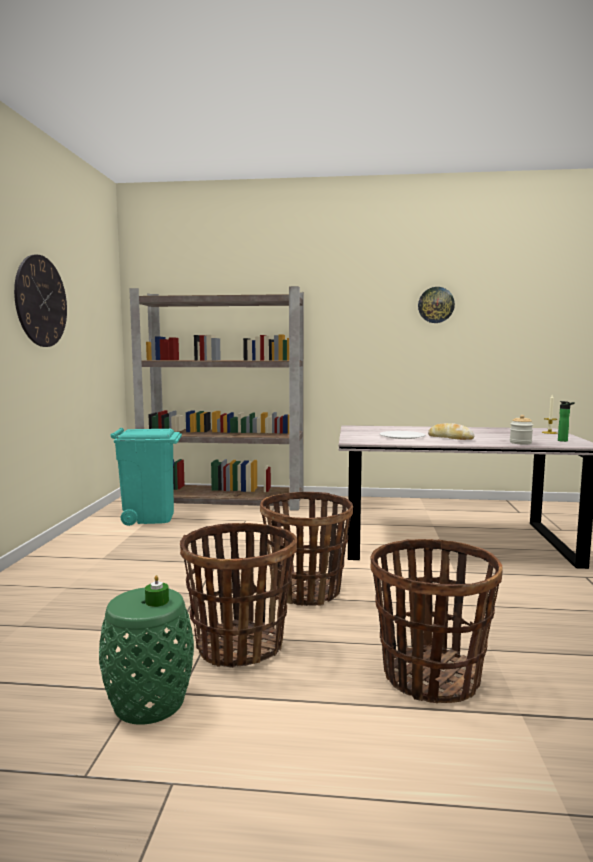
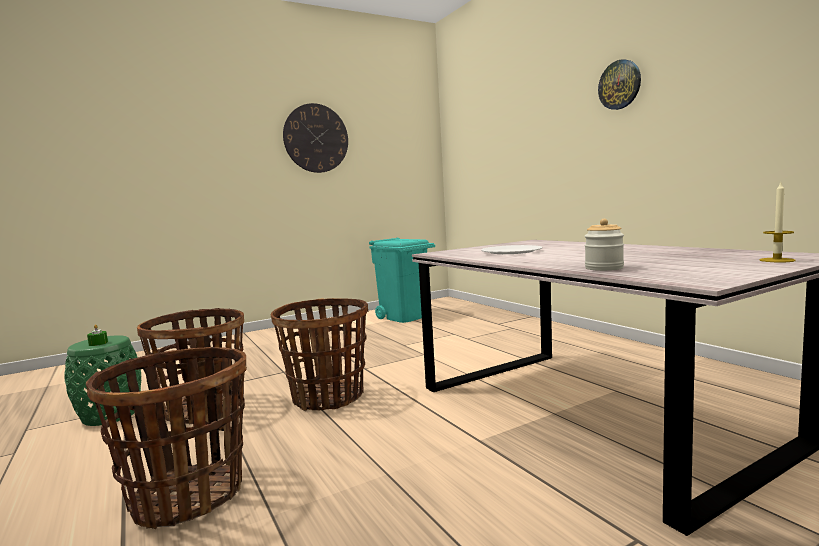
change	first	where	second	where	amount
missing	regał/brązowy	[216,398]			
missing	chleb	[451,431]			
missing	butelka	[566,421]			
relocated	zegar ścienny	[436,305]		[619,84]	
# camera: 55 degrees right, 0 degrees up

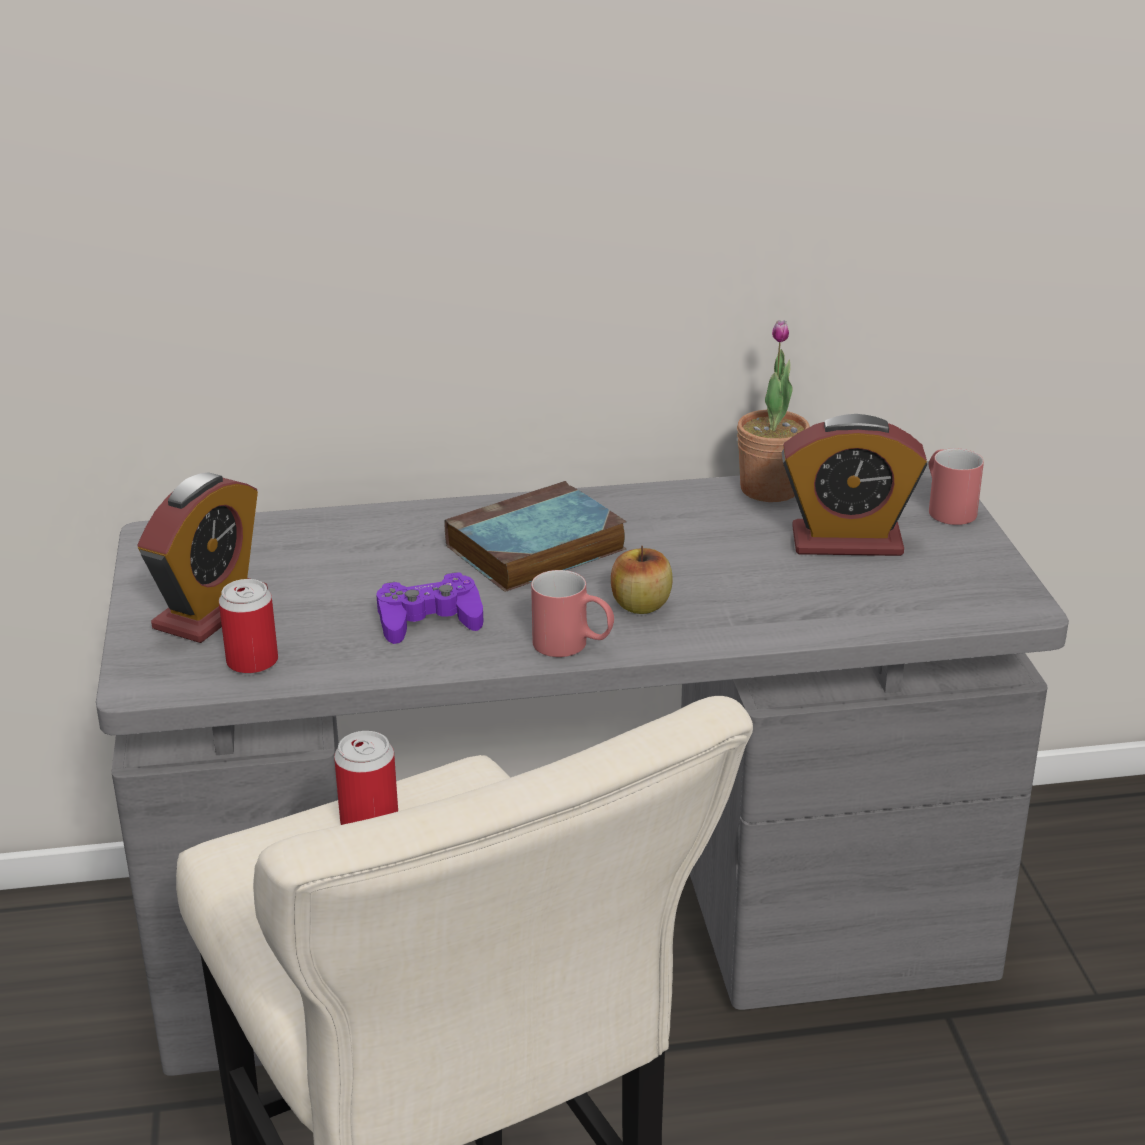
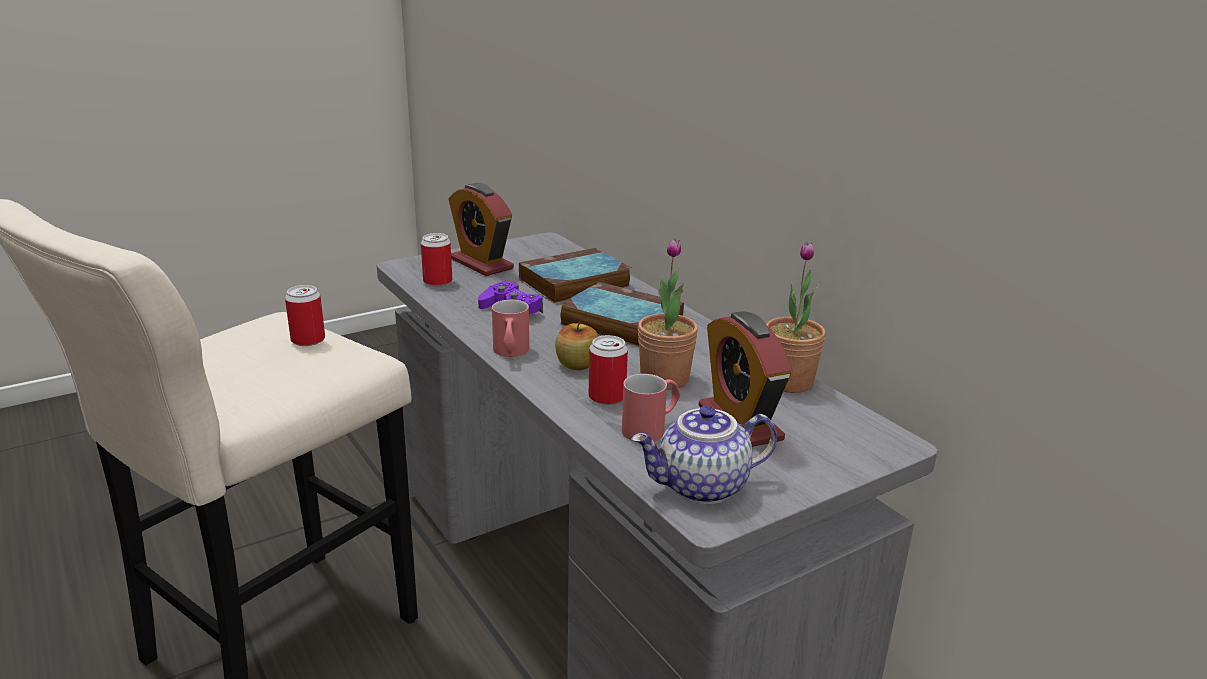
change	first	where	second	where	amount
appeared			książka	[575,275]	
appeared			puszka	[608,370]	
appeared			imbryk	[704,455]	
appeared			roślina doniczkowa	[668,314]	
relocated	kubek/czerwony	[956,486]		[651,407]	
spun	budzik	[202,557]		[481,229]	45 degrees clockwise
# camera: 65 degrees right, 5 degrees down

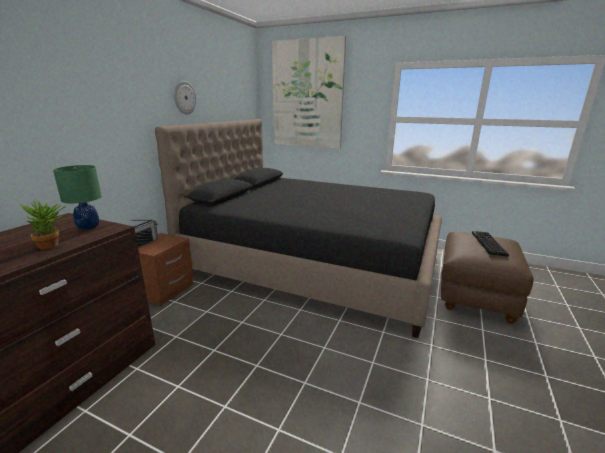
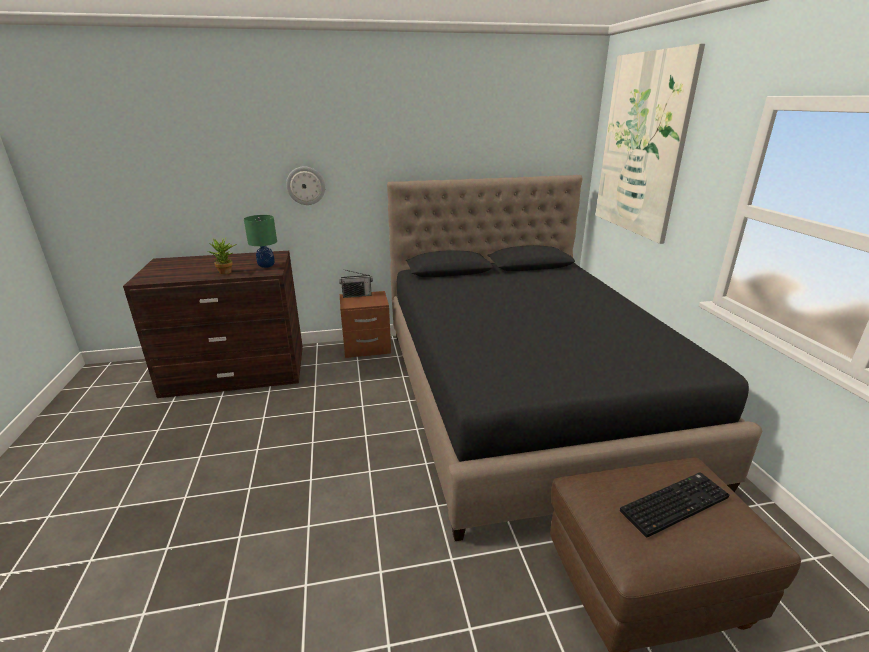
change	first	where	second	where	amount
relocated	zegar ścienny	[185,98]		[305,185]	
# camera: 55 degrees right, 5 degrees up

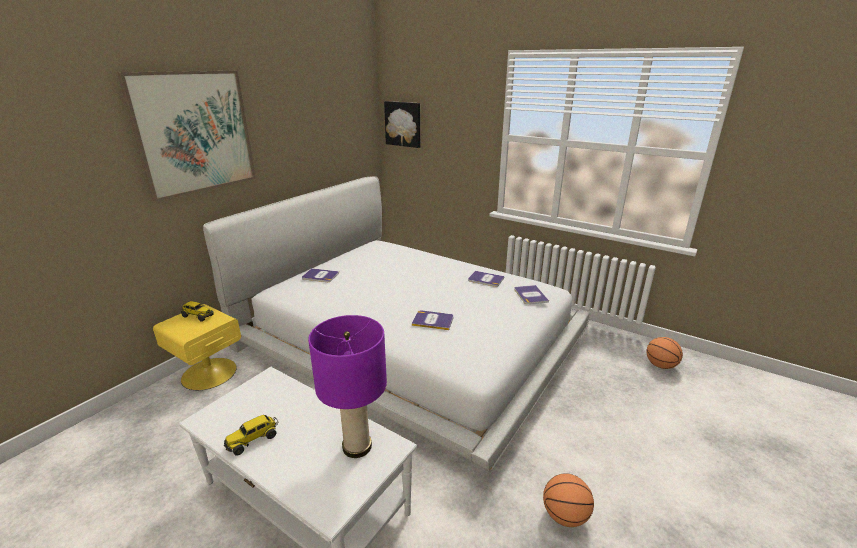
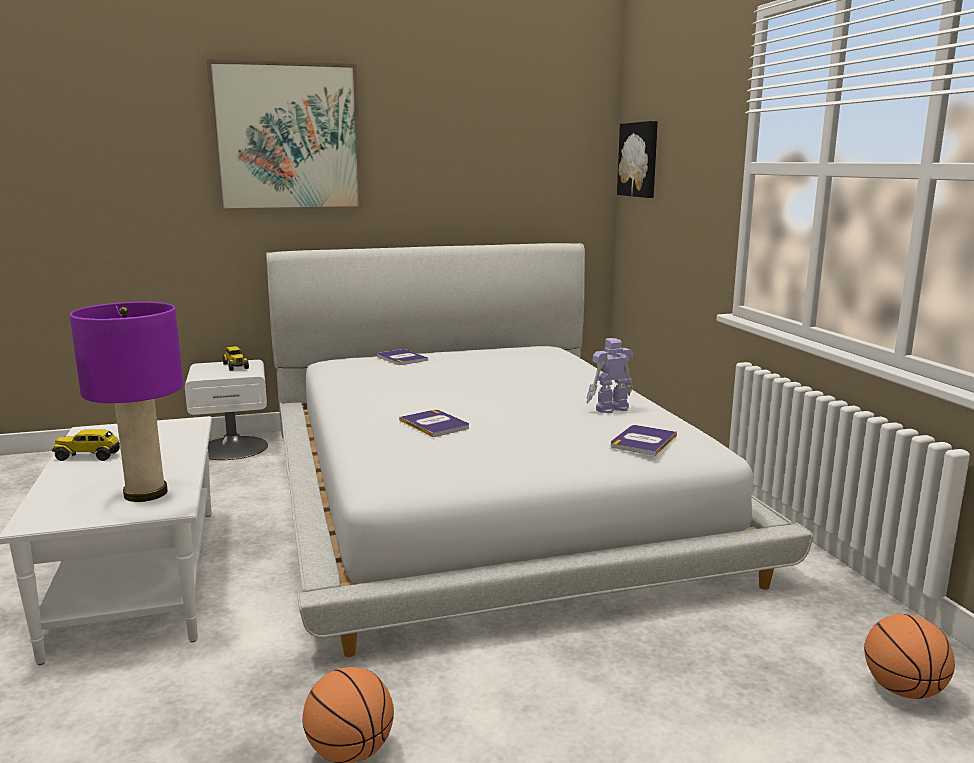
change	first	where	second	where	amount
exchanged	książka	[486,279]	robot zabawkowy	[609,375]	
colour	szafka nocna/żółty	[197,347]	szafka nocna/biały	[226,410]	
# camera: 40 degrees right, 10 degrees down

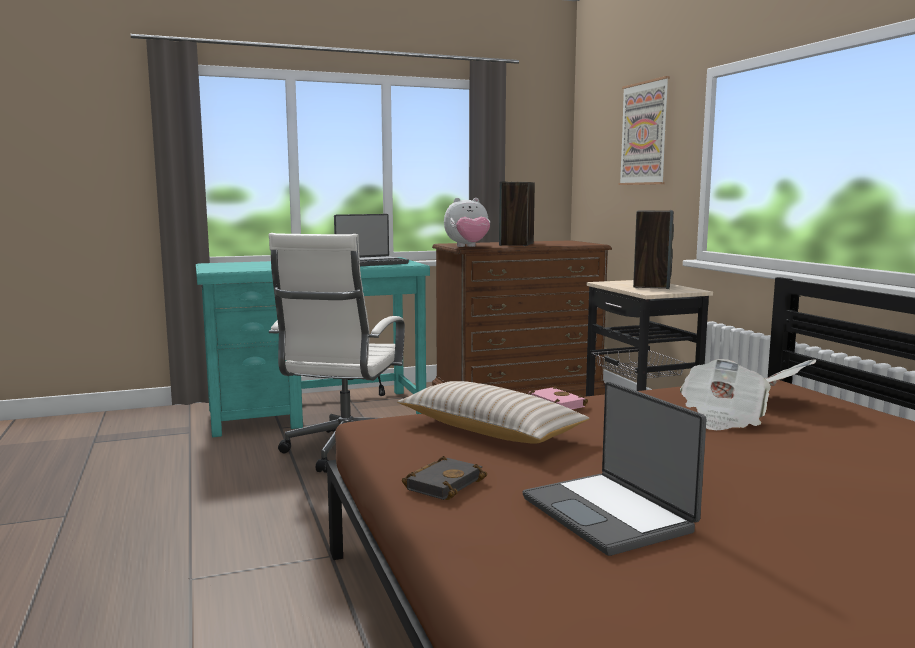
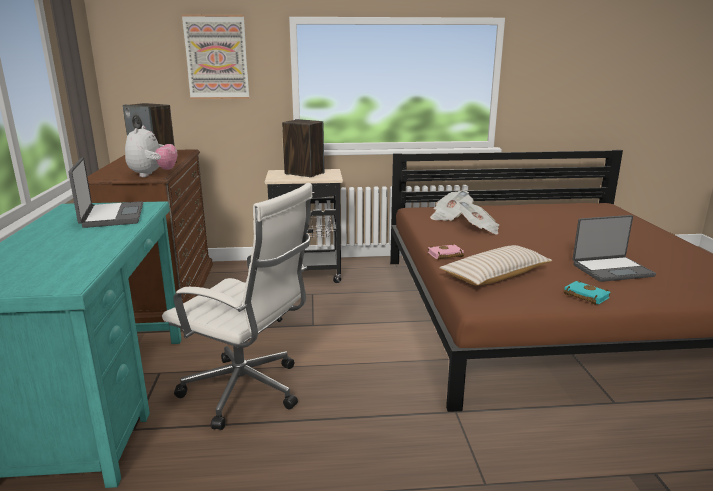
change	first	where	second	where	amount
colour	książka/czarny	[444,478]	książka/turkusowy	[587,292]	
# camera: 75 degrees left, 10 degrees up

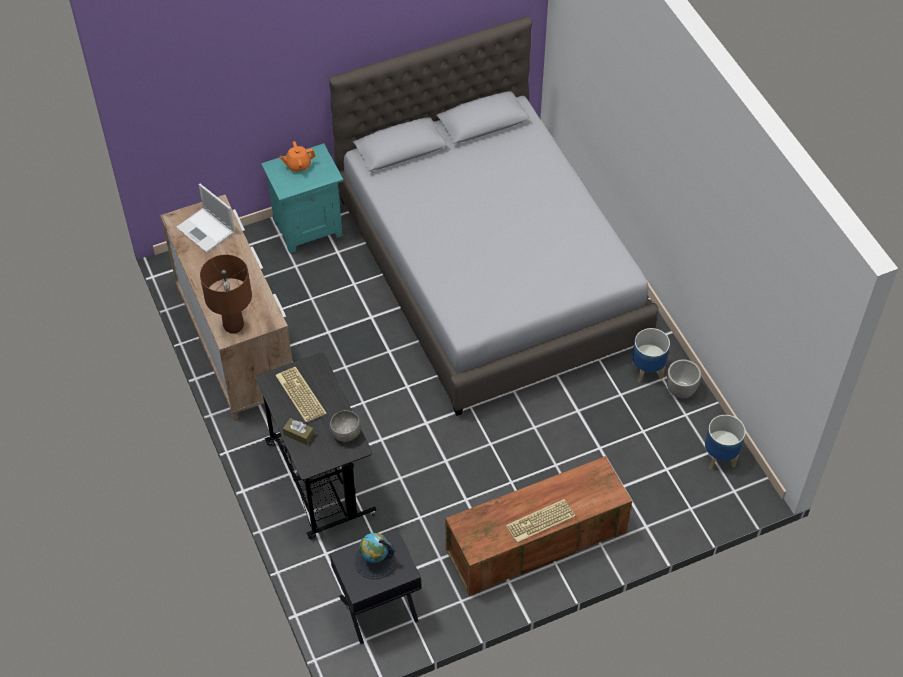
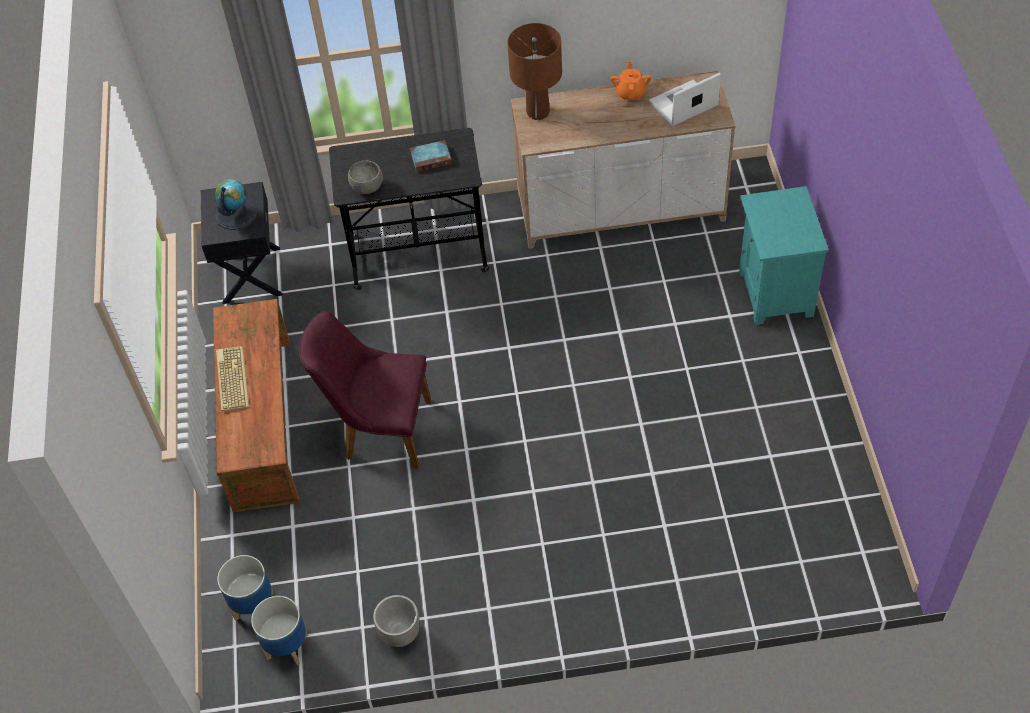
change	first	where	second	where	amount
missing	pudełko chusteczek/brązowy	[298,431]			
missing	łóżko/szary	[494,216]			
appeared			krzesło/fioletowy	[365,390]	
relocated	imbryk/pomarańczowy	[297,156]		[631,80]	
relocated	donica	[651,355]		[245,588]	
exchanged	klawiatura	[301,394]	książka	[431,156]	
# camera: 110 degrees right, 0 degrees up

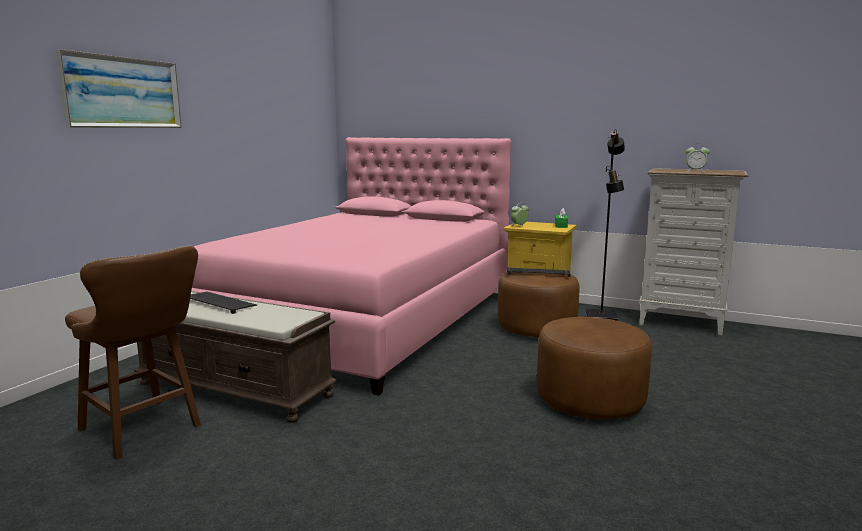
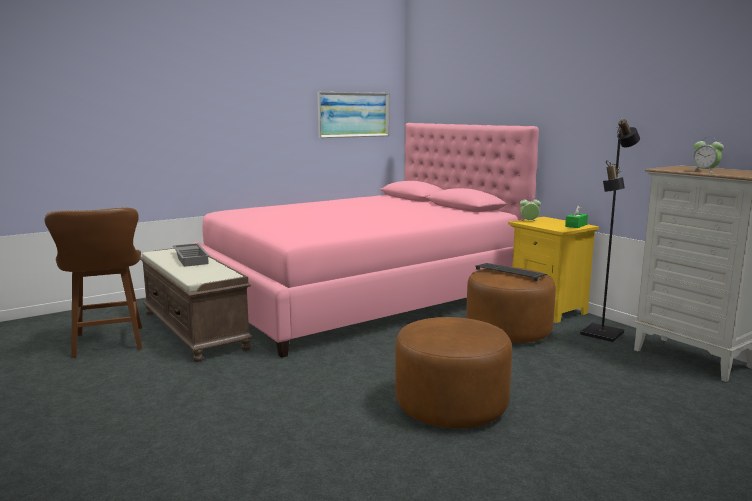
change	first	where	second	where	amount
relocated	obraz	[118,88]		[353,115]	
exchanged	klawiatura	[223,303]	taca/szary	[191,255]	
# camera: 30 degrees right, 0 degrees up

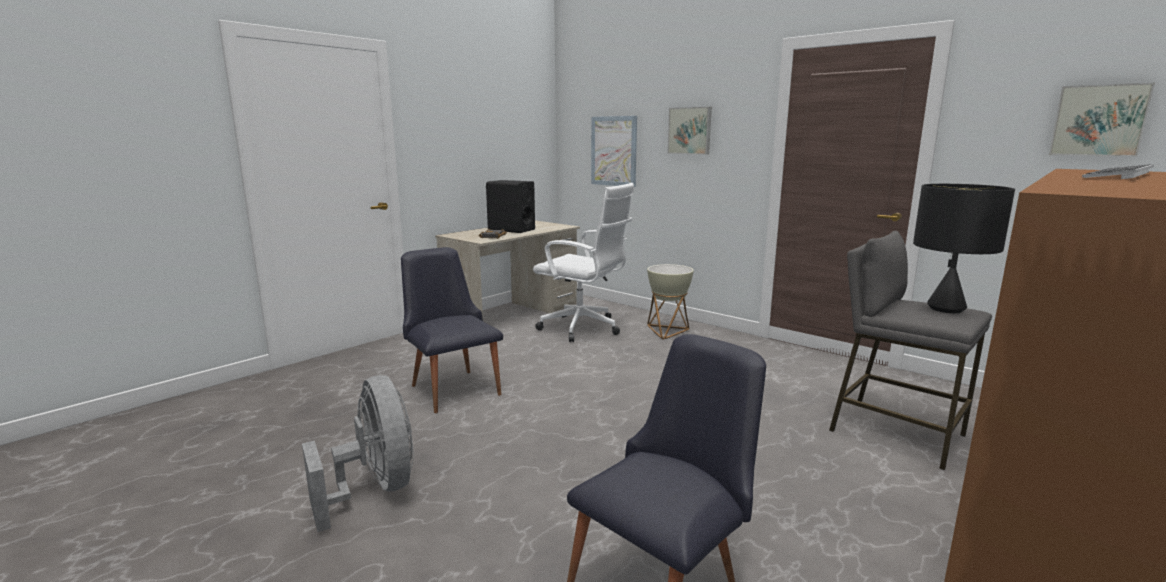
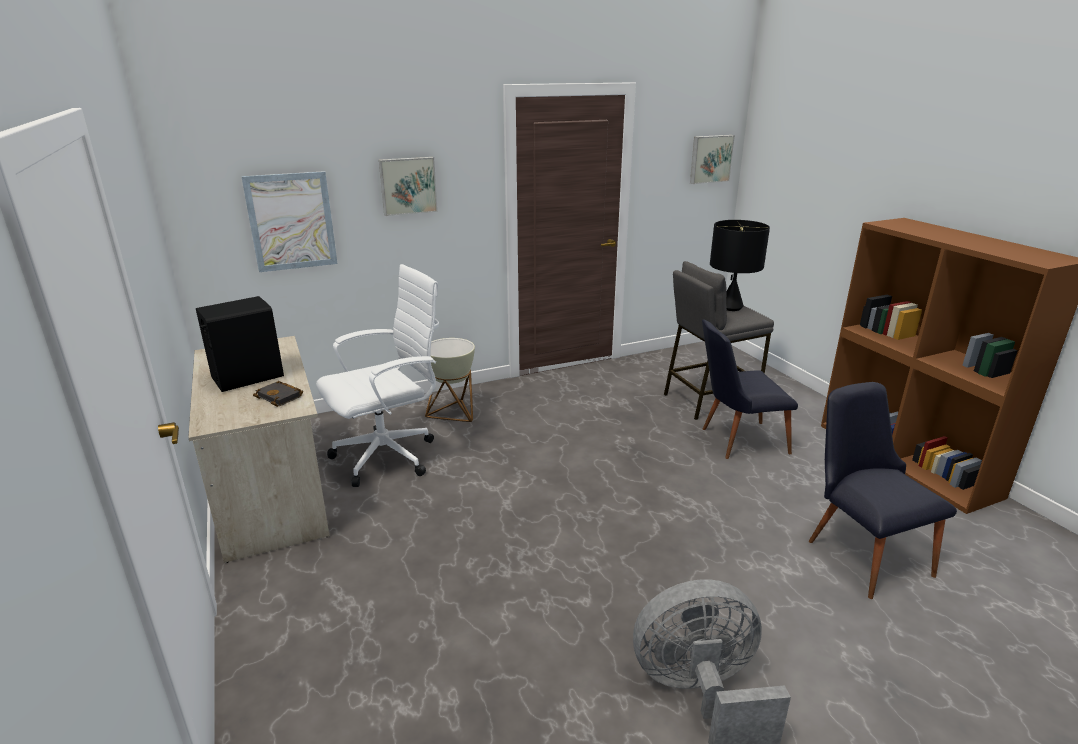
change	first	where	second	where	amount
missing	klawiatura	[1118,171]			
relocated	krzesło/czarny	[452,330]		[750,389]	
# camera: 65 degrees left, 10 degrees up

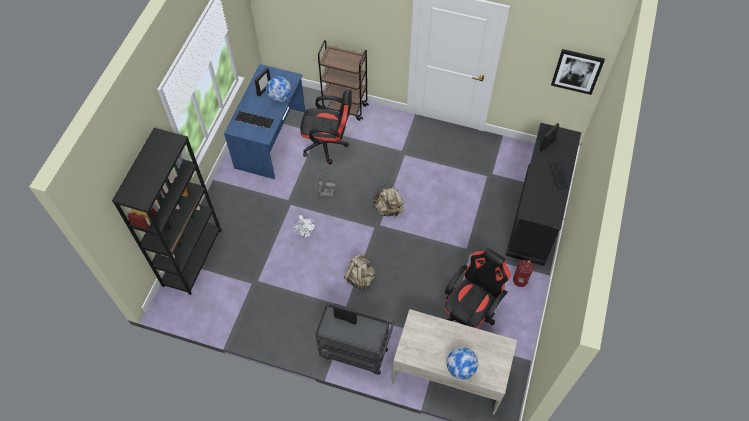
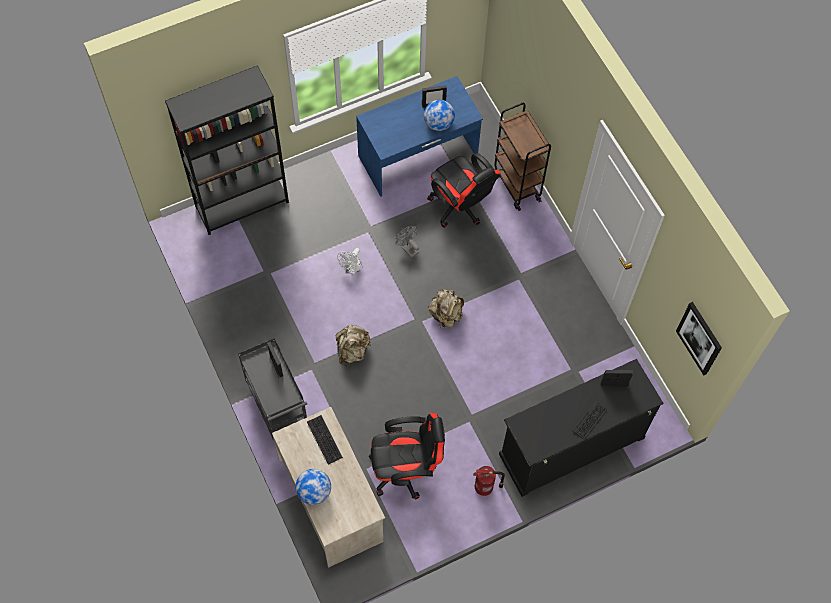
change	first	where	second	where	amount
relocated	klawiatura	[254,120]		[325,440]	
# camera: 45 degrees right, 5 degrees up

